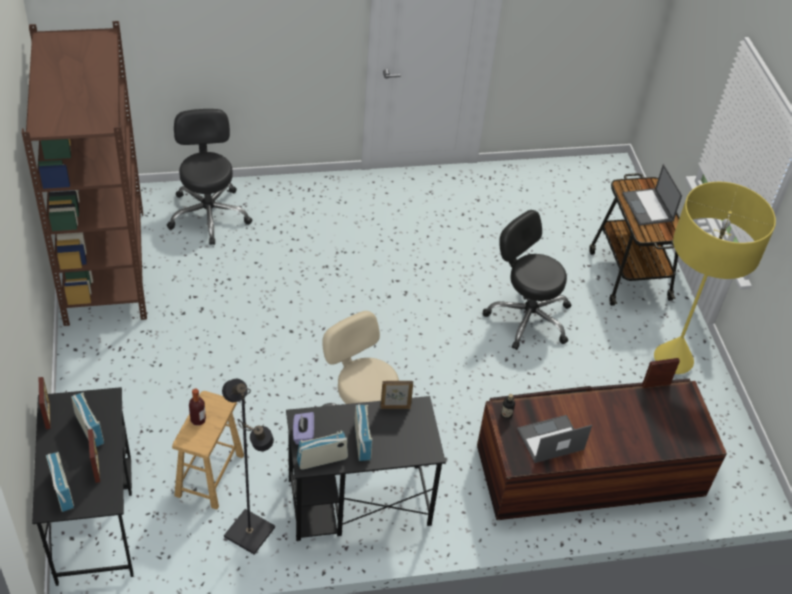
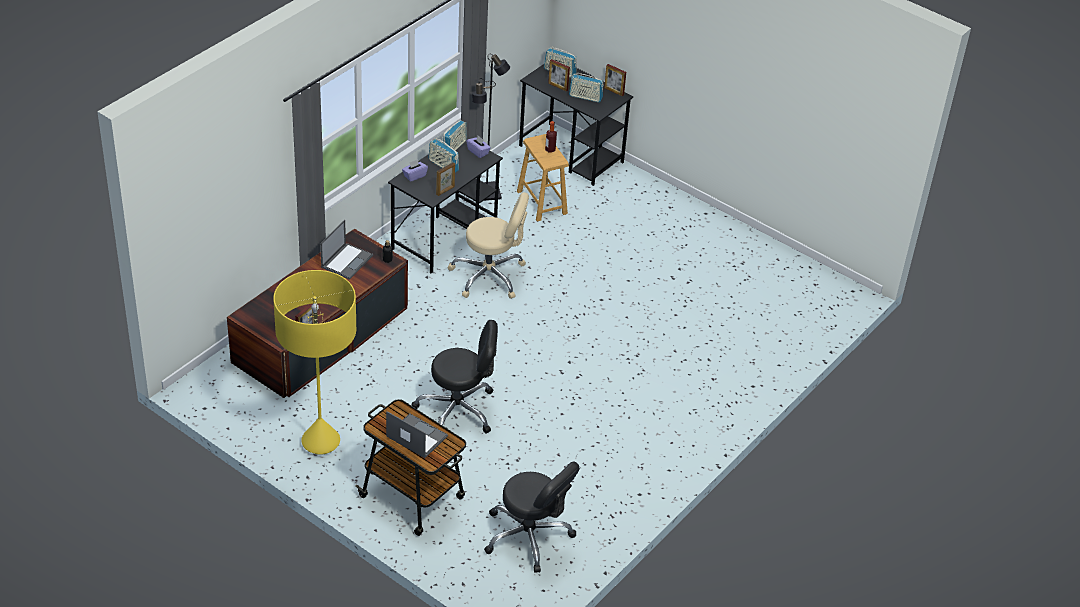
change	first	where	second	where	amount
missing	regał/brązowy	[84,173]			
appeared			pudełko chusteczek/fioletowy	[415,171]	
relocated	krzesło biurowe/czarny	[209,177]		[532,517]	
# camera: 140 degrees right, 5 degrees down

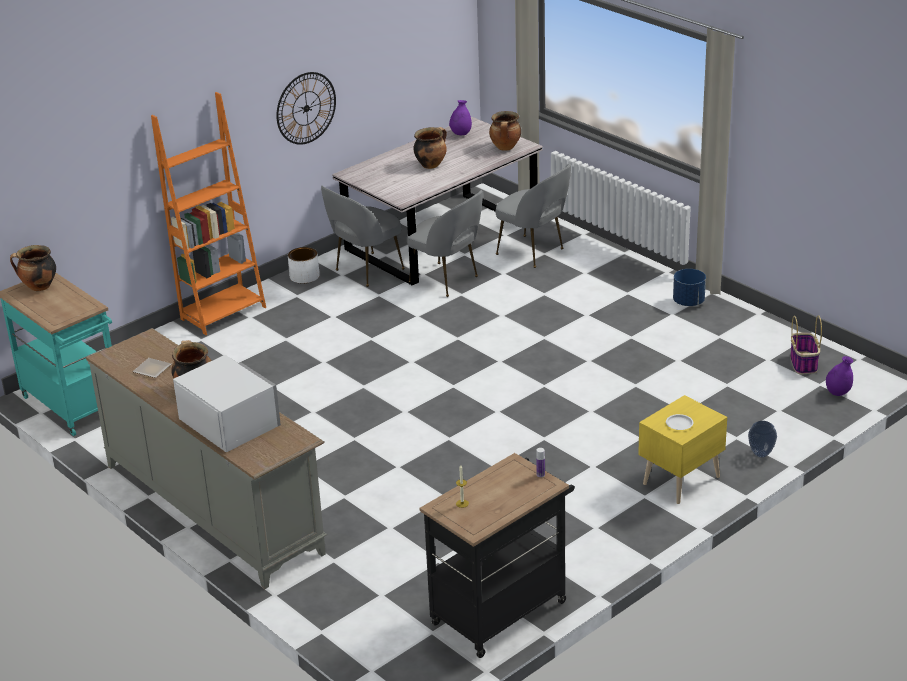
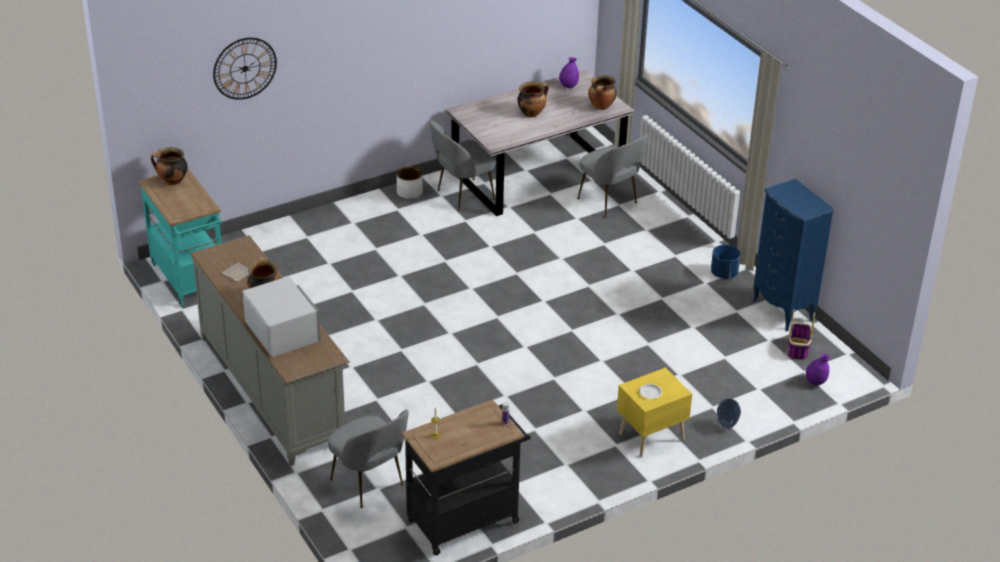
change	first	where	second	where	amount
missing	regał/pomarańczowy	[208,213]			
appeared			komoda/niebieski	[793,255]	
relocated	zegar ścienny	[306,108]		[245,69]	
relocated	krzesło/szary	[445,243]		[368,459]	
# camera: 10 degrees right, 5 degrees up

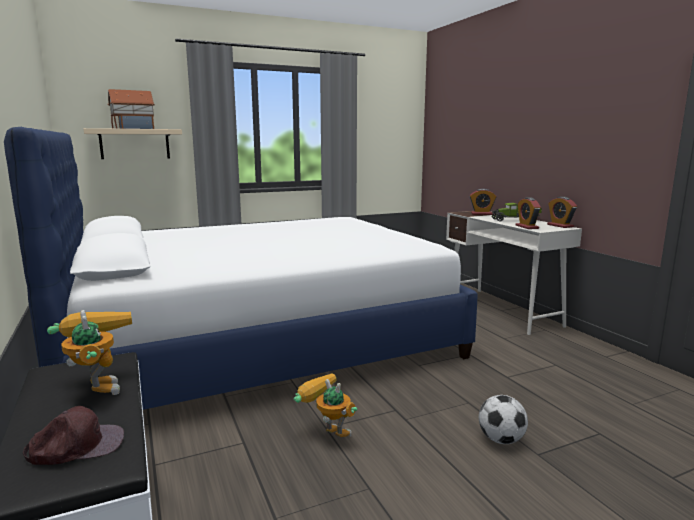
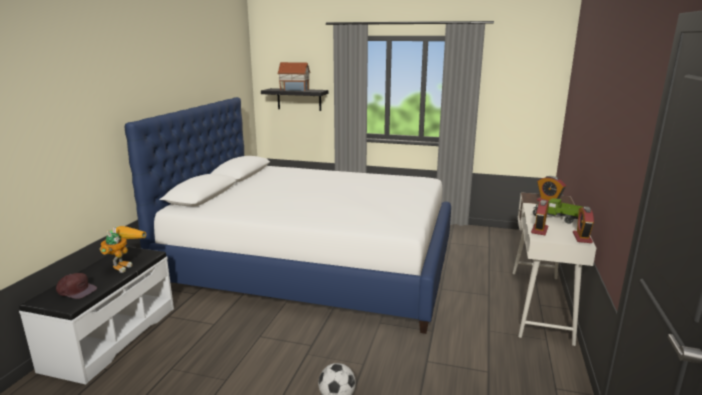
change	first	where	second	where	amount
missing	robot zabawkowy	[325,405]			
colour	półka/beżowy	[133,143]	półka/czarny	[294,99]	
# camera: 40 degrees right, 5 degrees up

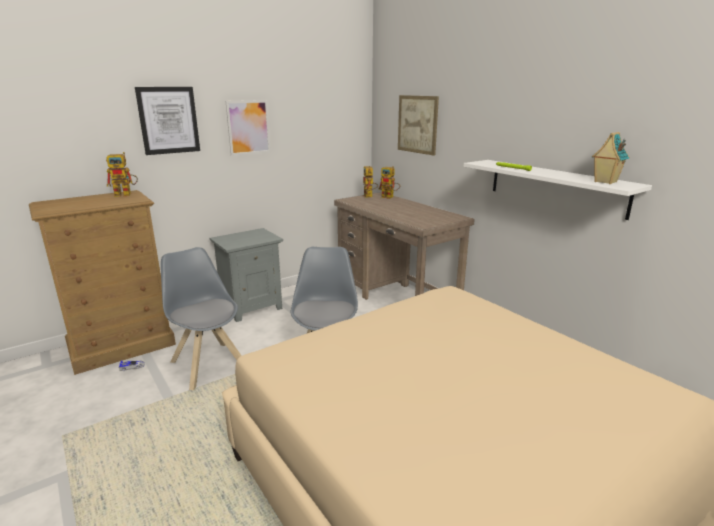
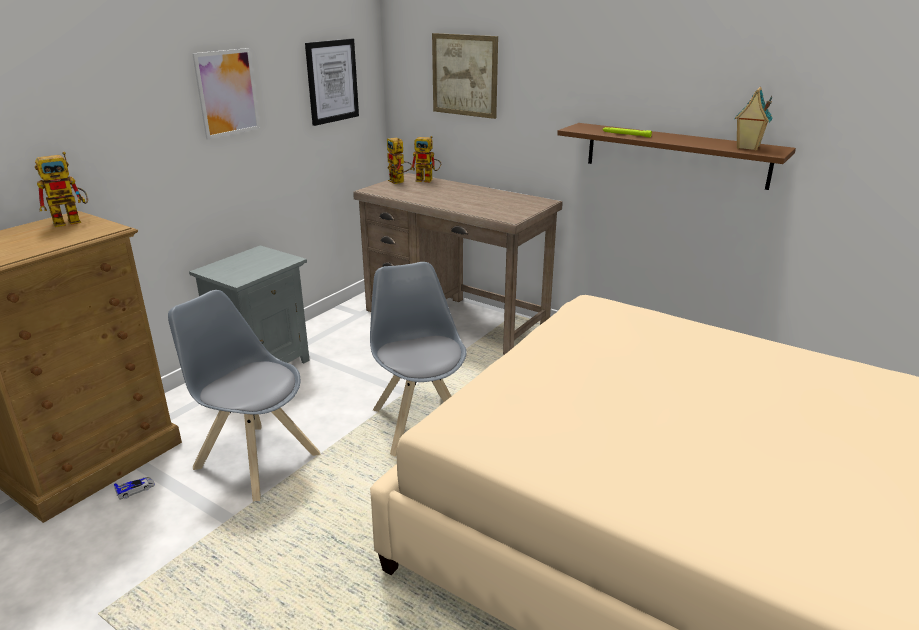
change	first	where	second	where	amount
relocated	obraz	[167,121]		[332,82]	
colour	półka/biały	[557,190]	półka/brązowy	[676,156]	
# camera: 20 degrees left, 5 degrees up

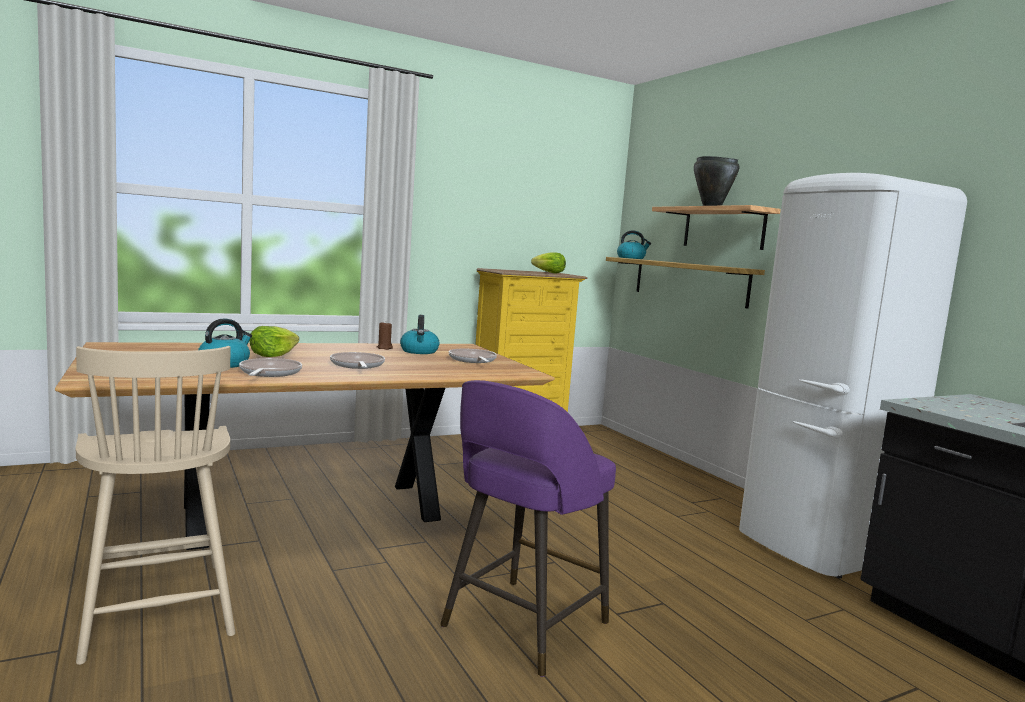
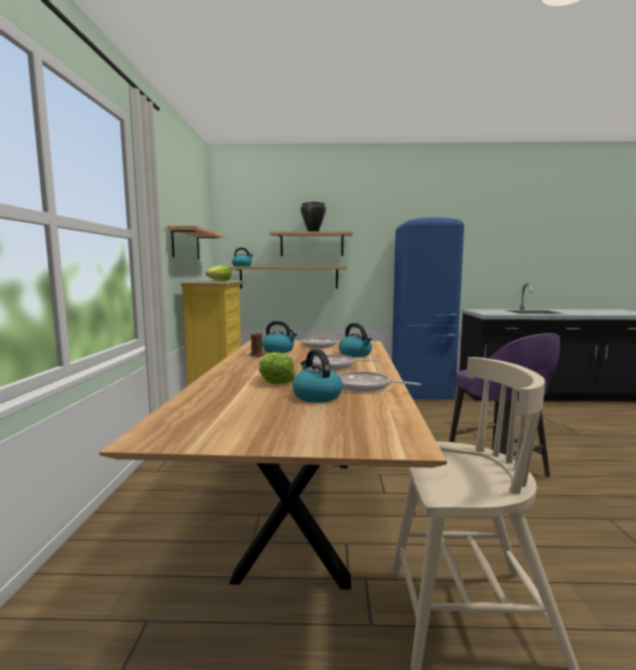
change	first	where	second	where	amount
appeared			półka	[196,242]	
appeared			czajnik	[355,340]	
colour	lodówka/biały	[853,376]	lodówka/niebieski	[428,308]	
# camera: 60 degrees left, 0 degrees up

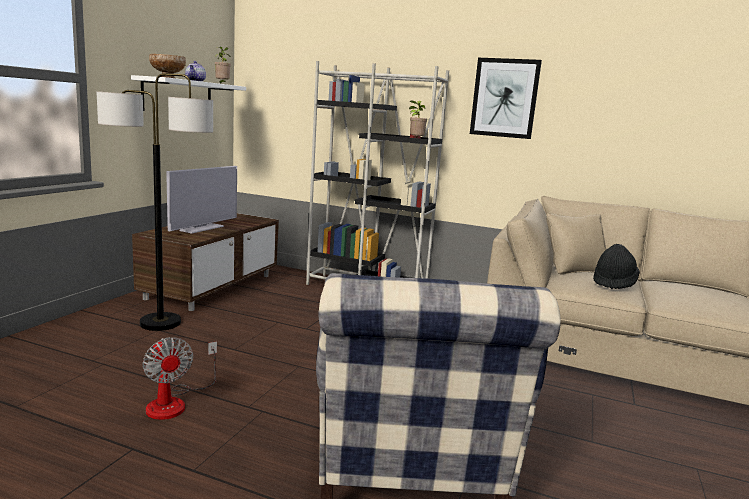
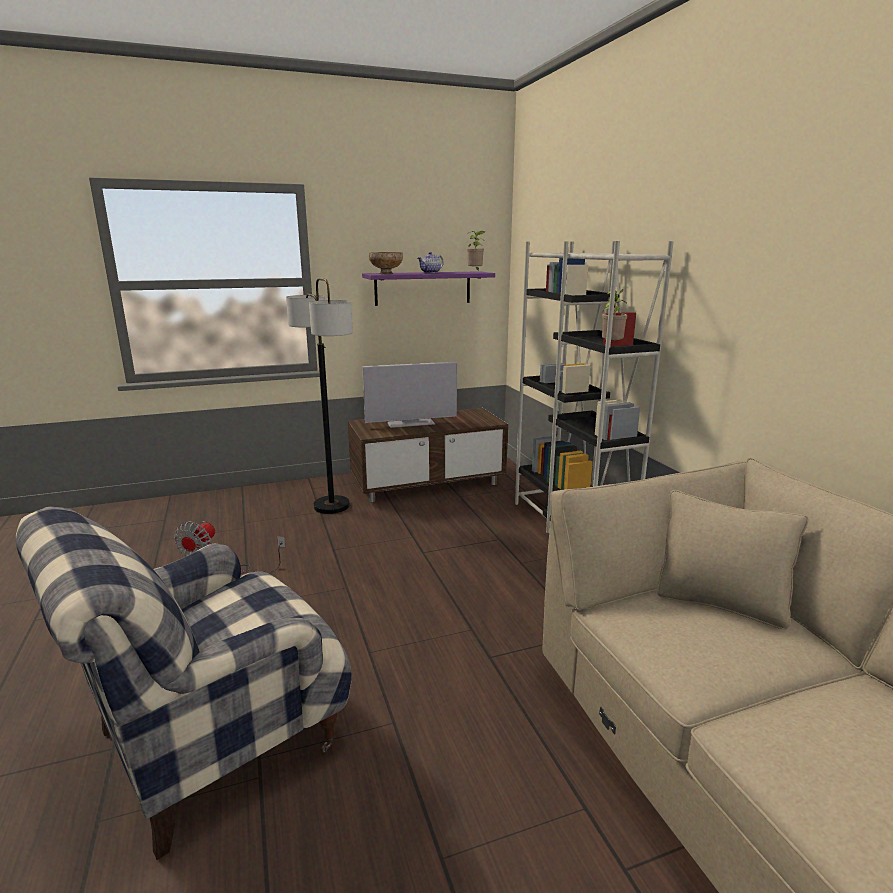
change	first	where	second	where	amount
missing	obraz	[506,98]			
missing	kapelusz/czarny	[616,266]			
colour	półka/biały	[188,93]	półka/fioletowy	[428,288]	
# camera: 50 degrees right, 5 degrees up

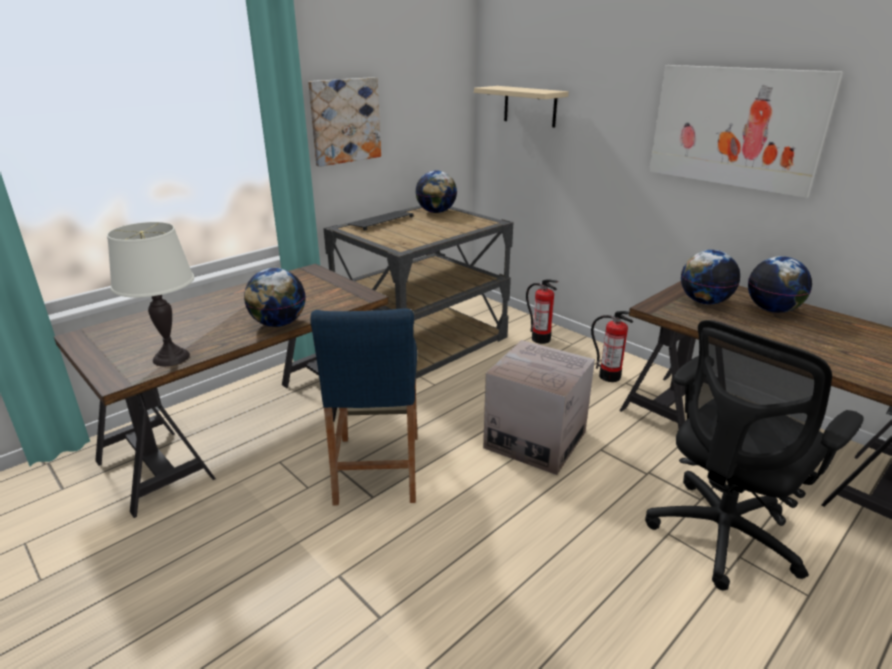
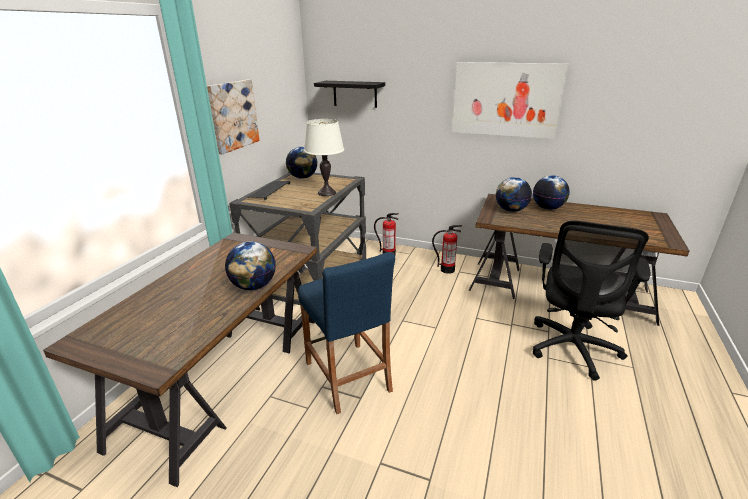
change	first	where	second	where	amount
missing	karton	[539,407]			
relocated	lampa stołowa/biały	[150,294]		[324,157]	
colour	półka/beżowy	[521,106]	półka/czarny	[349,94]	
# camera: 25 degrees left, 0 degrees up

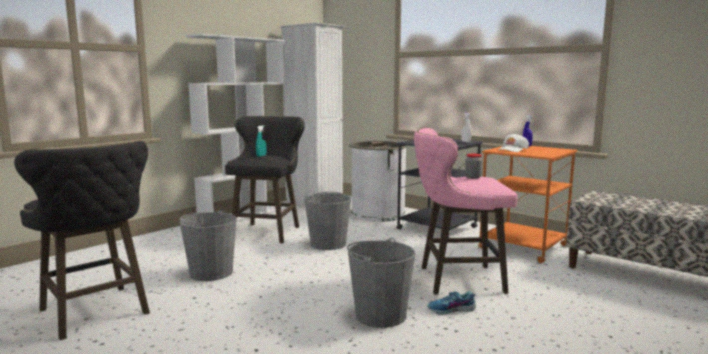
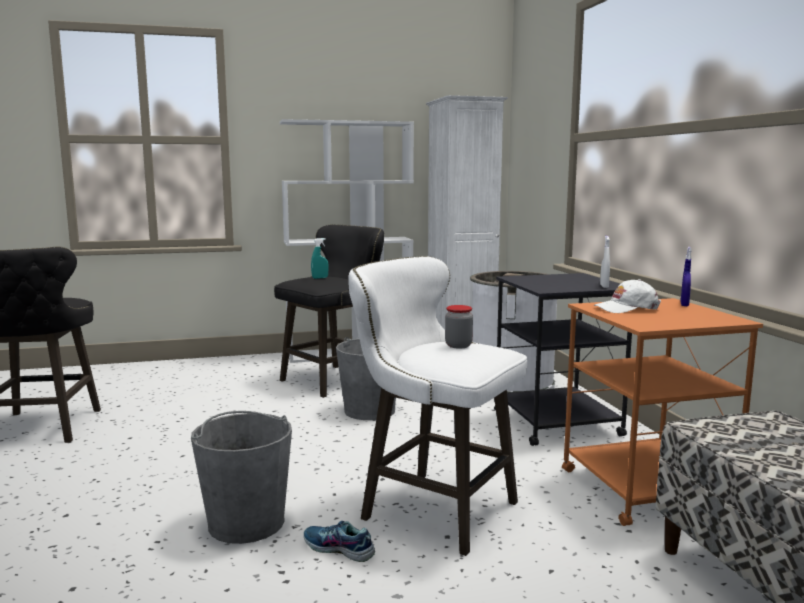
change	first	where	second	where	amount
missing	wiadro/szary	[208,245]			
colour	stołek/różowy	[465,211]	stołek/biały	[437,406]	
# camera: 35 degrees right, 0 degrees up

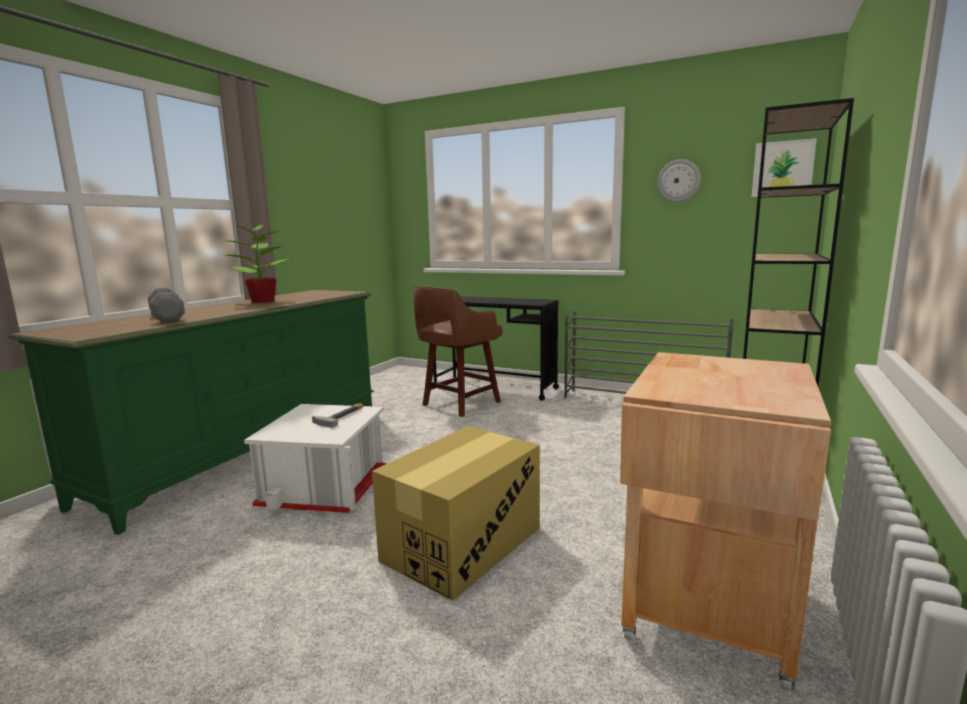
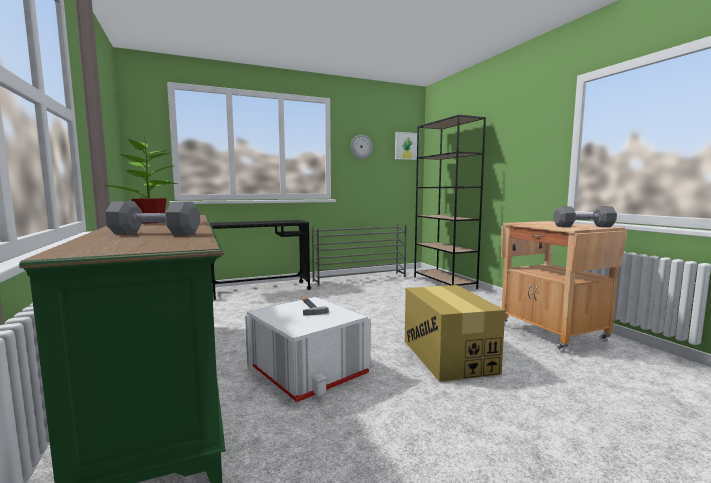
change	first	where	second	where	amount
missing	stołek/brązowy	[457,351]			
appeared			hantel/szary	[585,216]	
# camera: 50 degrees left, 5 degrees down

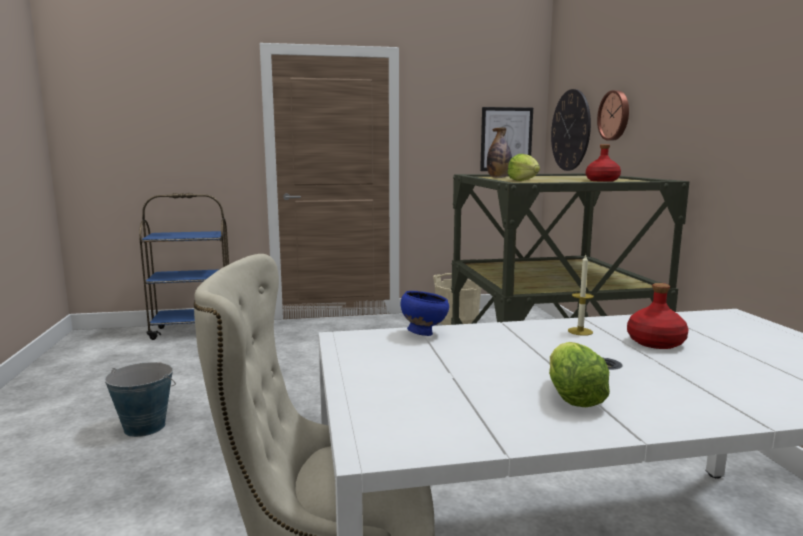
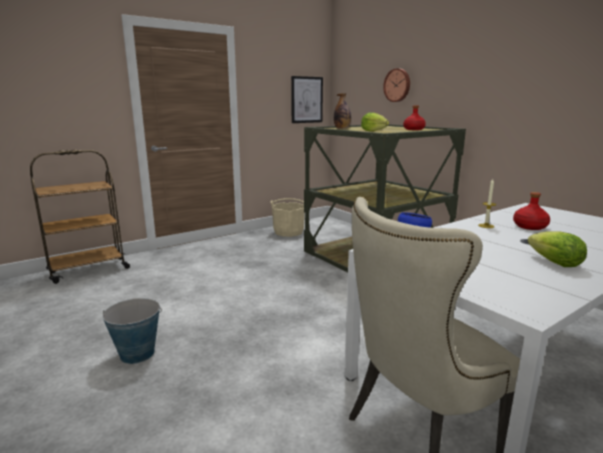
change	first	where	second	where	amount
missing	zegar ścienny	[571,130]			
colour	wózek/niebieski	[184,266]	wózek/brązowy	[80,216]	
# camera: 25 degrees left, 5 degrees up

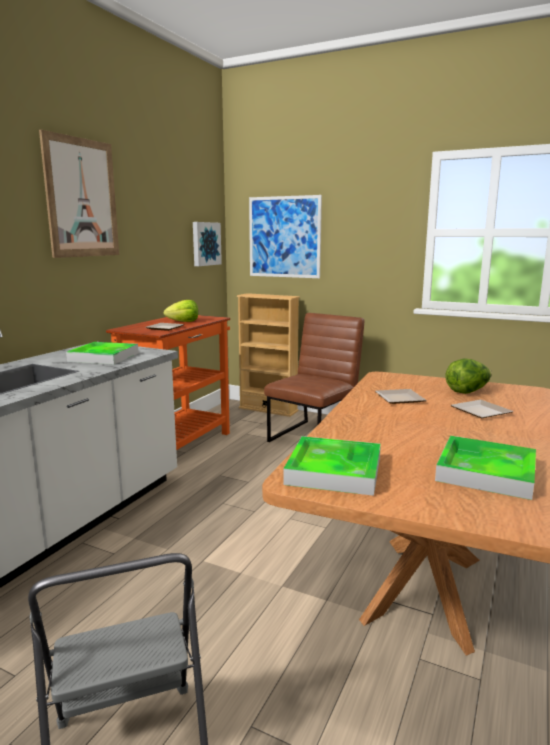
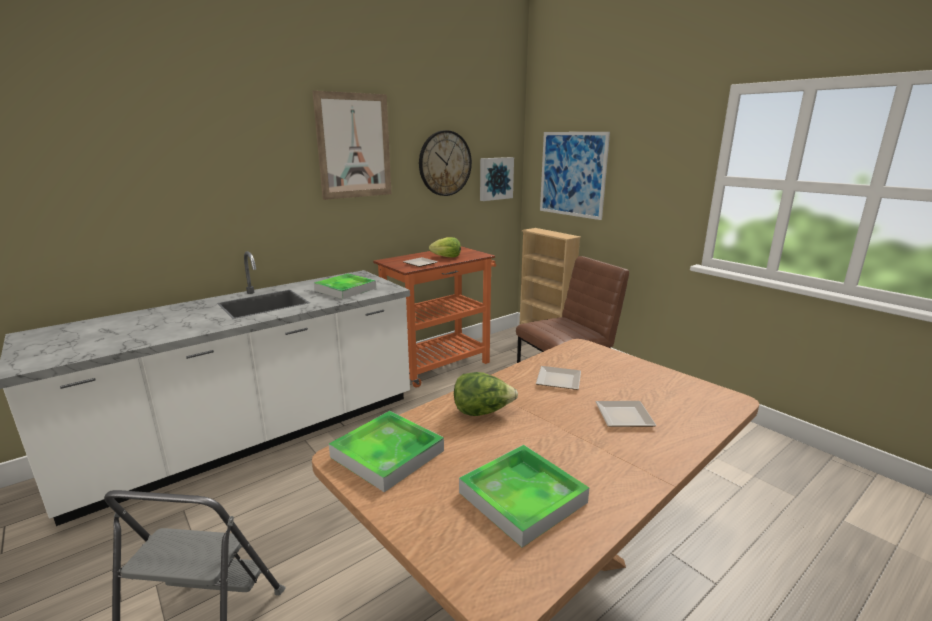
change	first	where	second	where	amount
appeared			zegar ścienny	[445,163]	
relocated	sałata	[468,376]		[486,394]	
# camera: 25 degrees right, 5 degrees up

